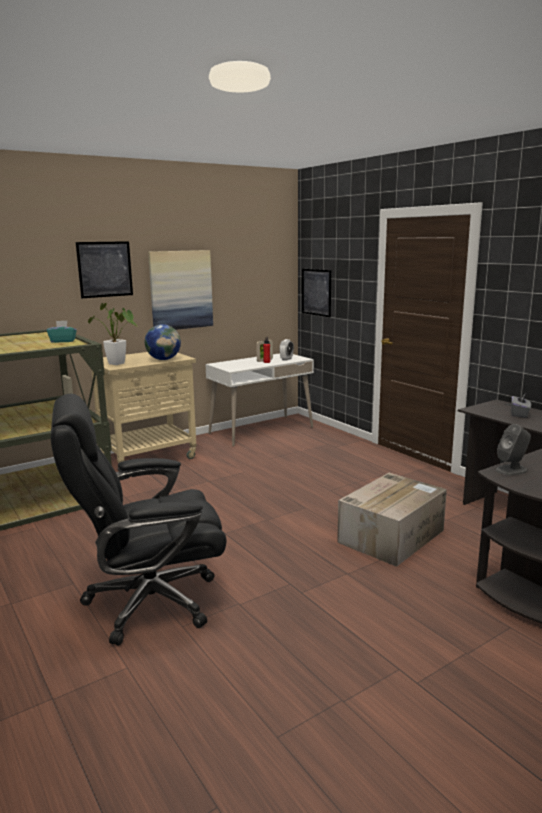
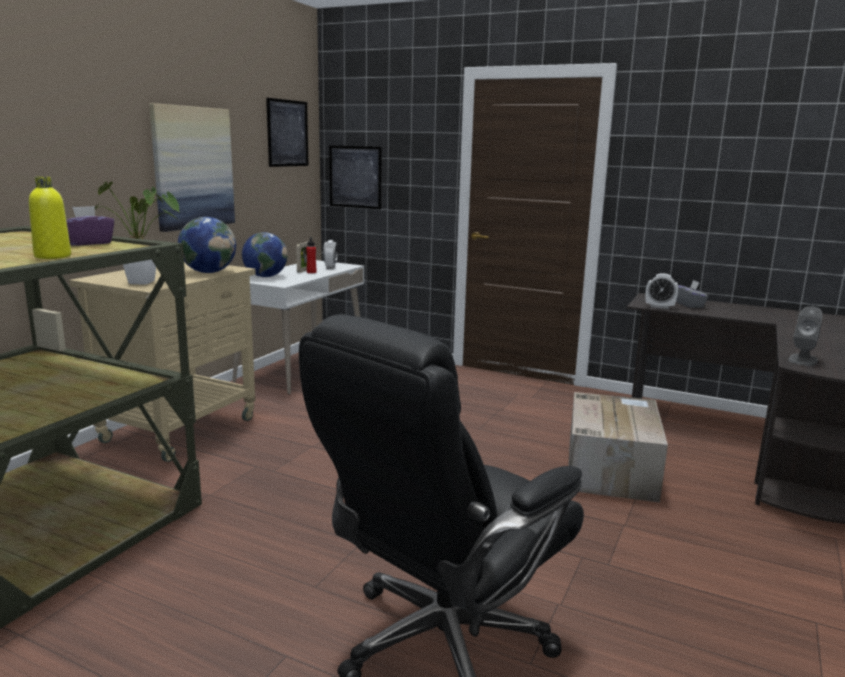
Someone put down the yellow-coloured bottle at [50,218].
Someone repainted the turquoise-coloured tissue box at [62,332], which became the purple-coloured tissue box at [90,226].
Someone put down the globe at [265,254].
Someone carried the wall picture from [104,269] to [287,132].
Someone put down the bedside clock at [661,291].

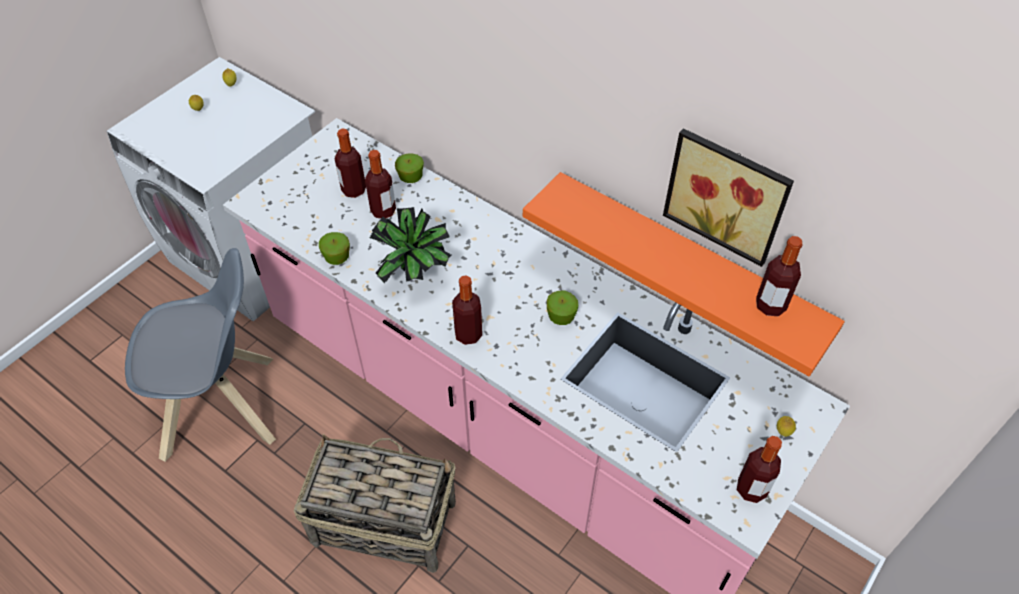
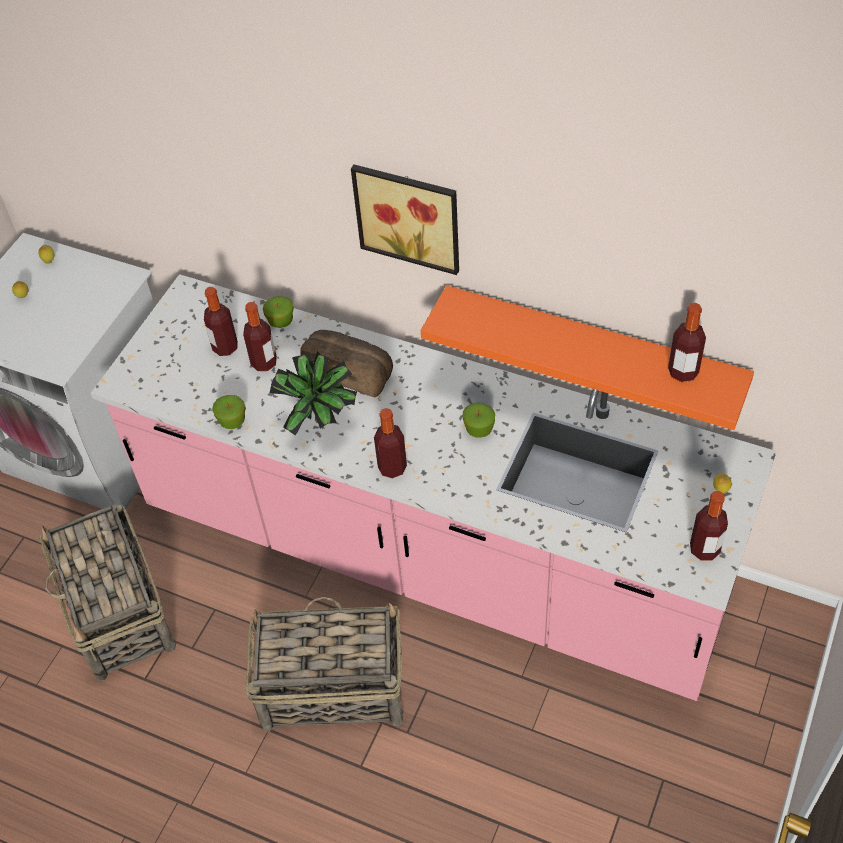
Someone swapped the gray chair at [200,355] for the storage basket at [107,592].
Someone put down the bread at [346,363].
Someone carried the wall picture from [728,197] to [405,219].

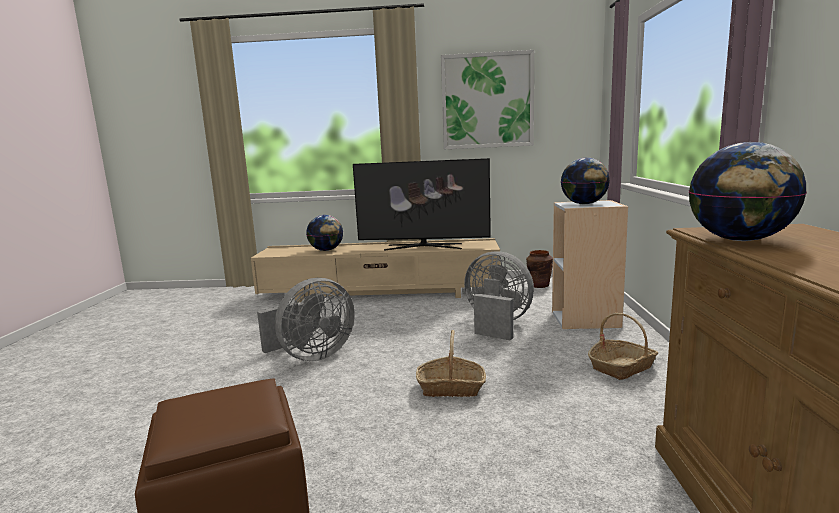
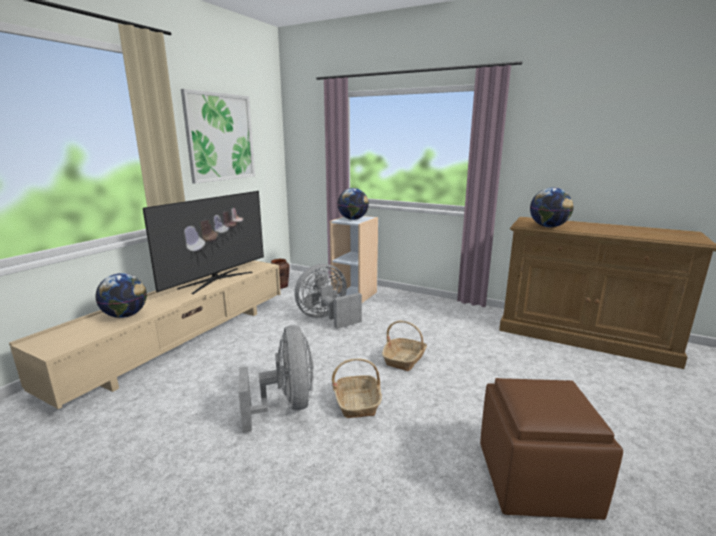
Someone carried the storage basket from [623,346] to [357,388].

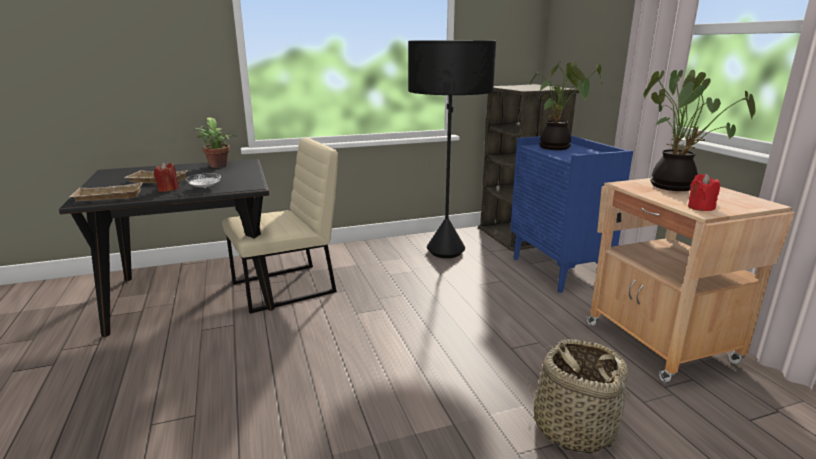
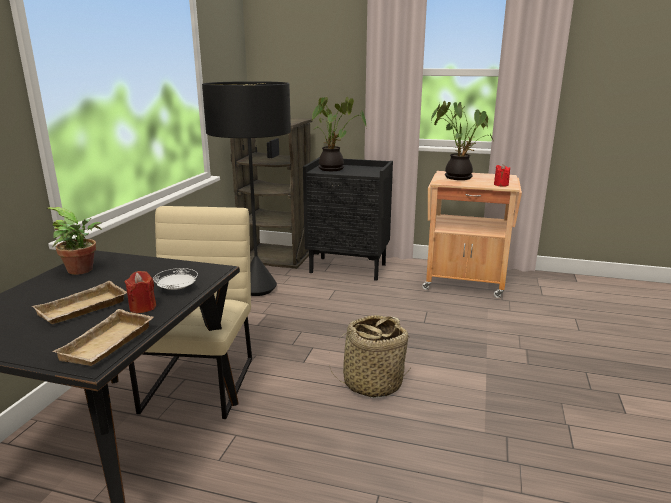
Someone repainted the bluish storage cabinet at [571,214], which became the black storage cabinet at [348,219].
Someone carried the storage basket from [579,396] to [369,356].

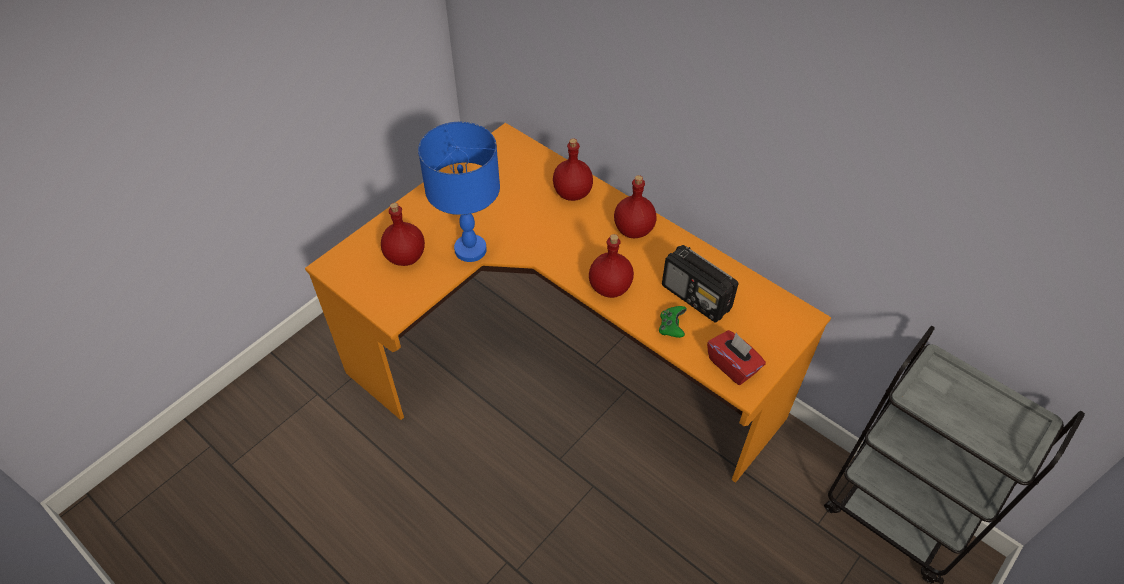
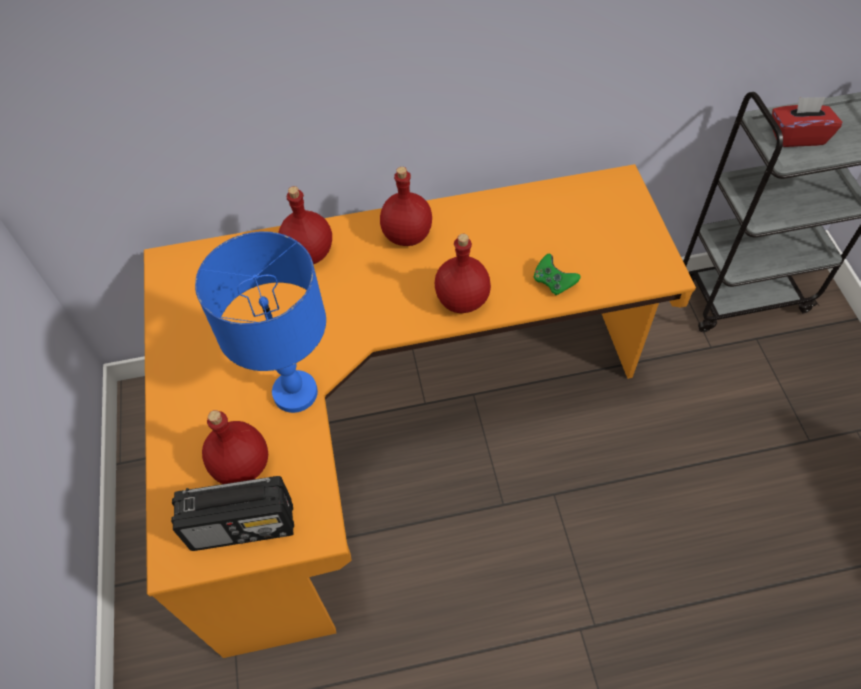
Someone carried the radio set from [700,284] to [232,513].
Someone carried the red-coloured tissue box from [736,357] to [807,122].

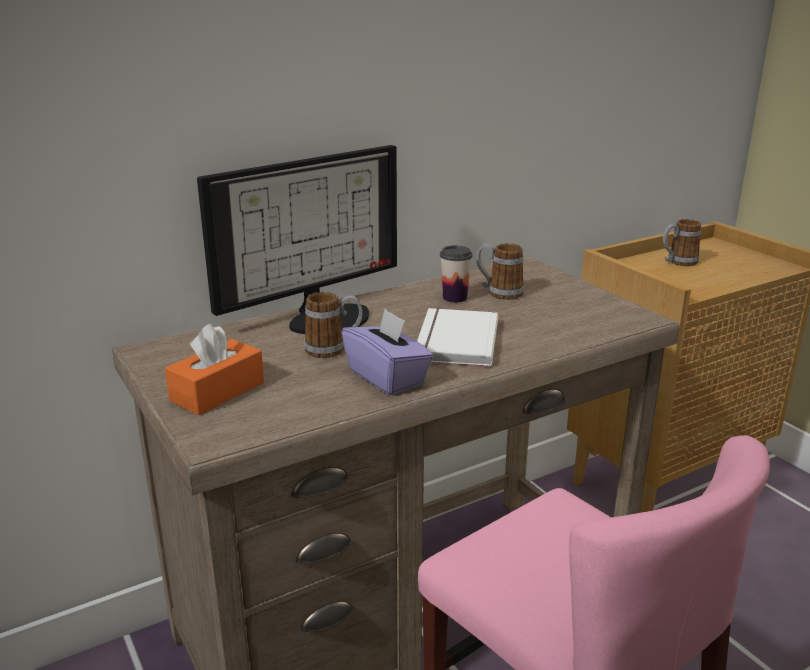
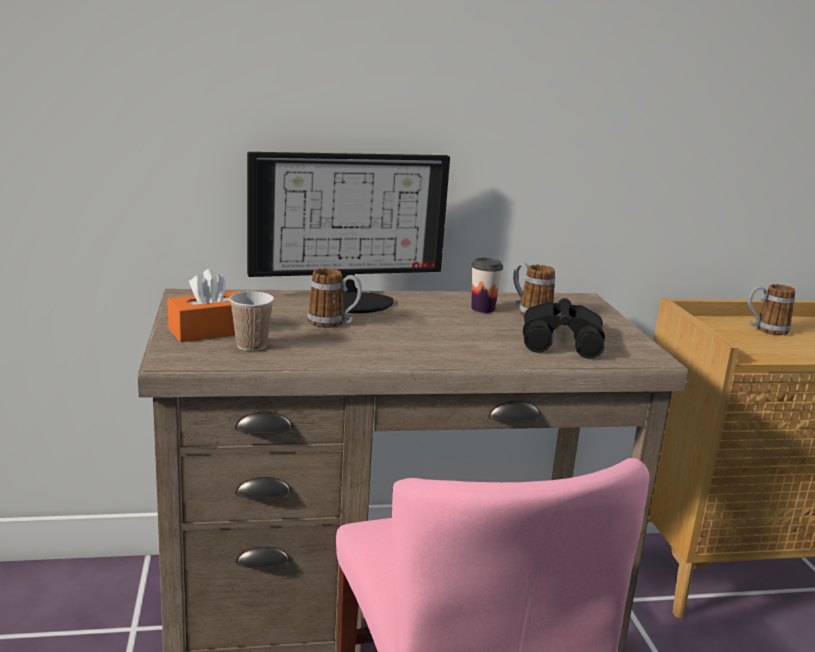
Someone put down the small cup at [251,321].
Someone put down the black field glasses at [564,328].
Someone took away the purple-coloured tissue box at [387,352].
Someone took away the white volume at [457,337].

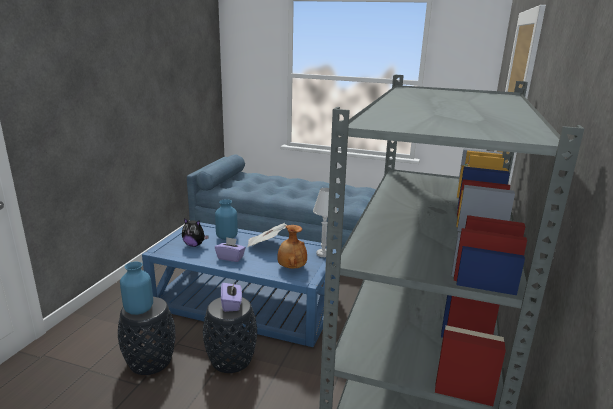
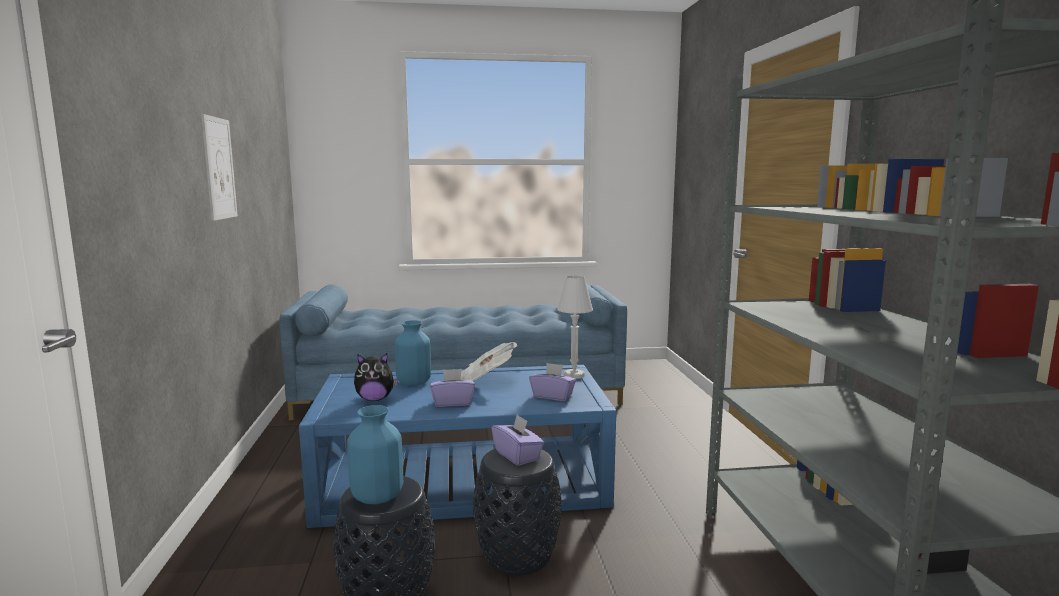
Someone put up the wall picture at [219,167].
Someone swapped the brown flower vase at [292,247] for the purple-coloured tissue box at [552,382].

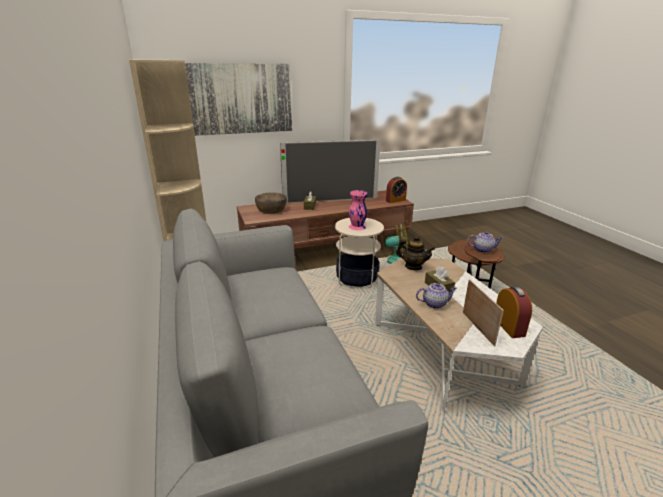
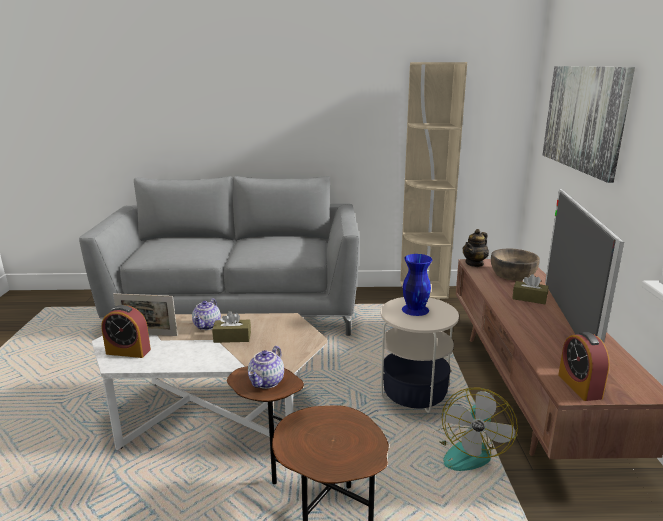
Someone repainted the pink-coloured flower vase at [358,210], which became the bluish flower vase at [417,285].
Someone carried the tea pot from [415,252] to [476,248].

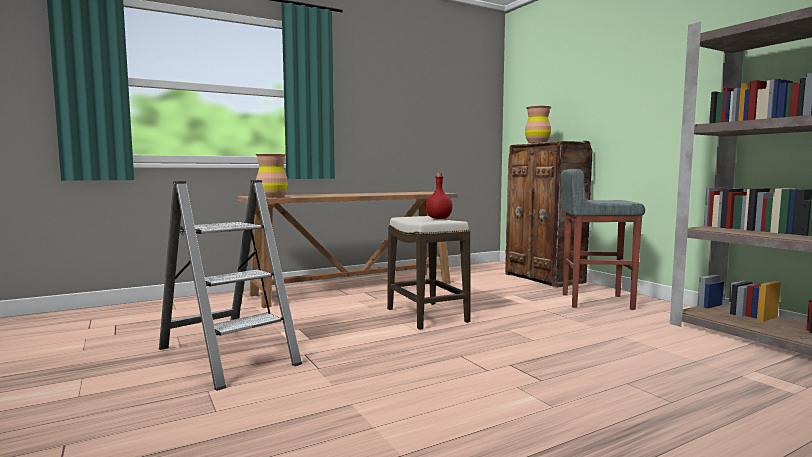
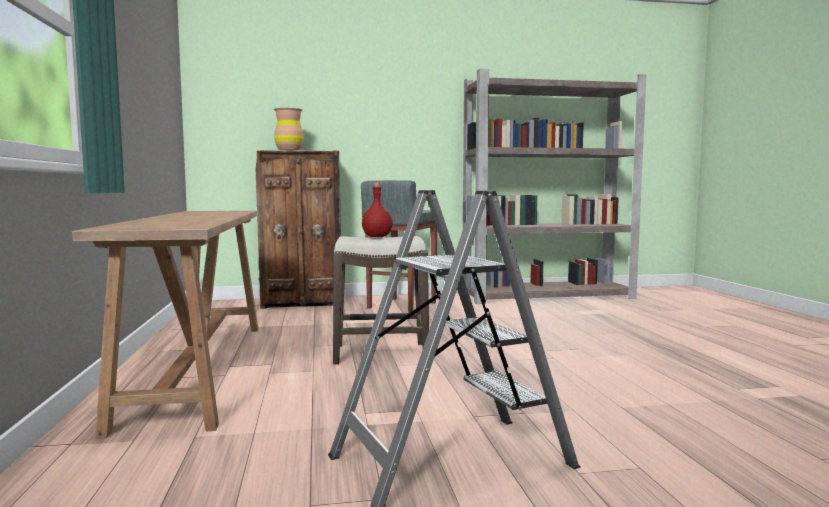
Someone took away the brown flower vase at [271,176].

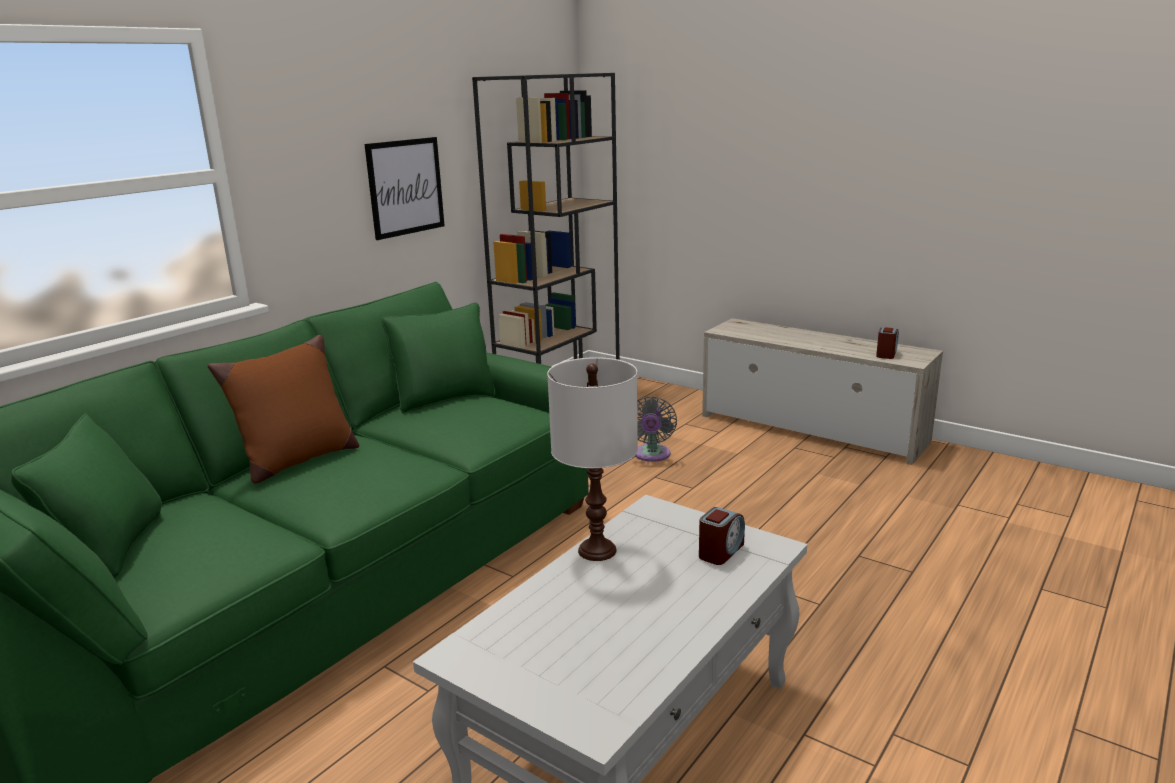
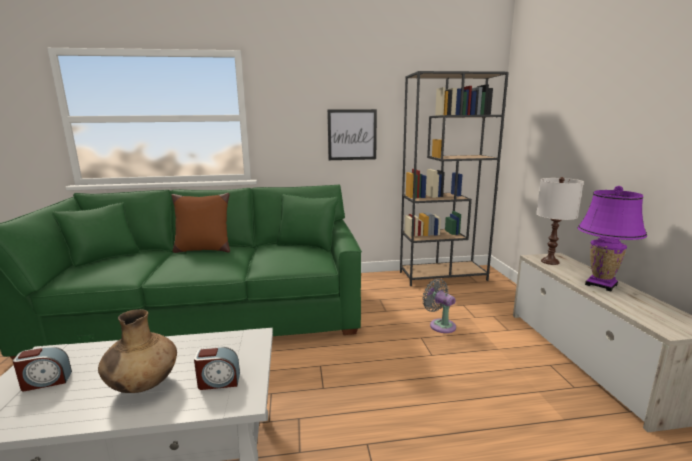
Someone carried the bedside clock from [887,343] to [42,368].
Someone put down the brown flower vase at [137,351].
Someone rotated the gray cooling fan at [656,429] by 90 degrees clockwise.
Someone carried the white tabletop lamp from [592,459] to [560,221].
Someone put down the purple-coloured tabletop lamp at [612,239].

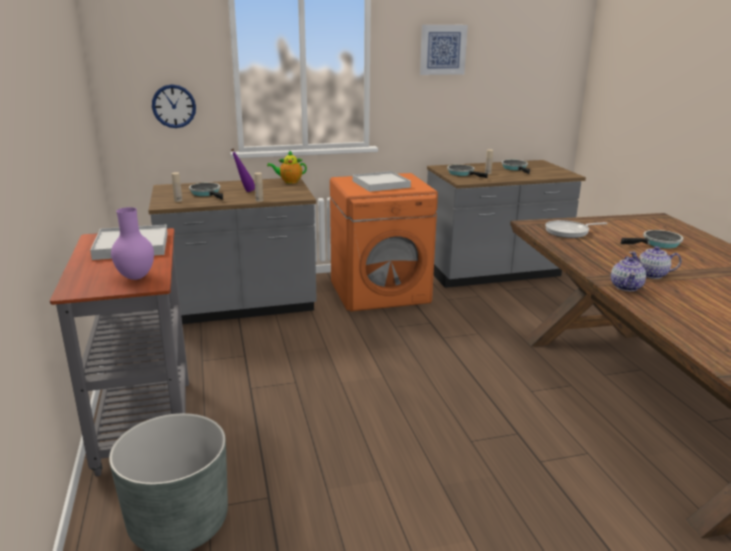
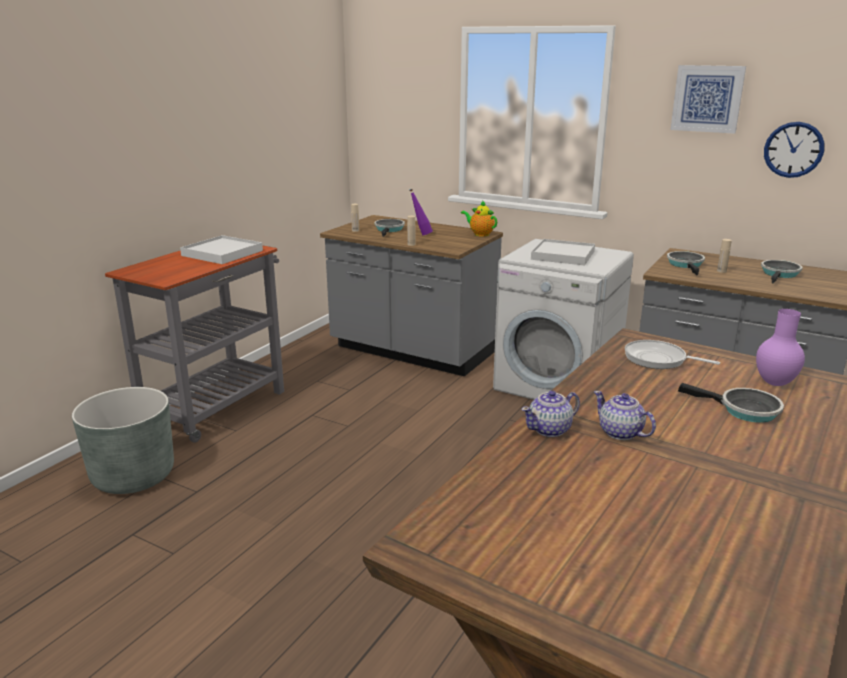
Someone repainted the orangey washing machine at [384,242], which became the white washing machine at [563,319].
Someone carried the purple-coloured flower vase from [132,243] to [780,347].
Someone carried the wall clock from [174,106] to [794,150].

